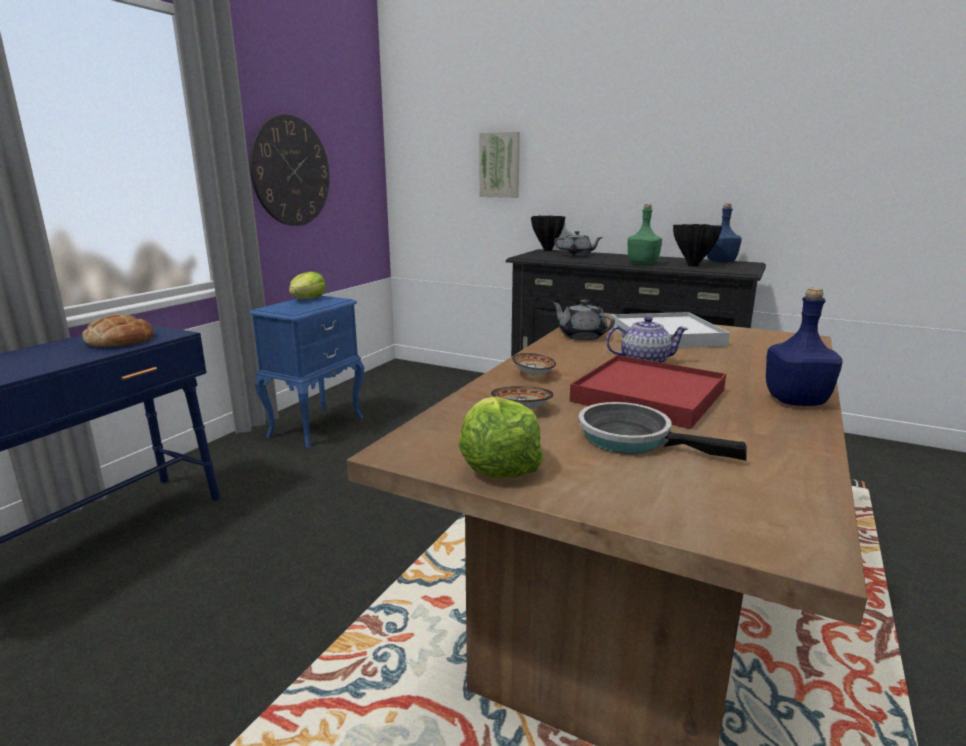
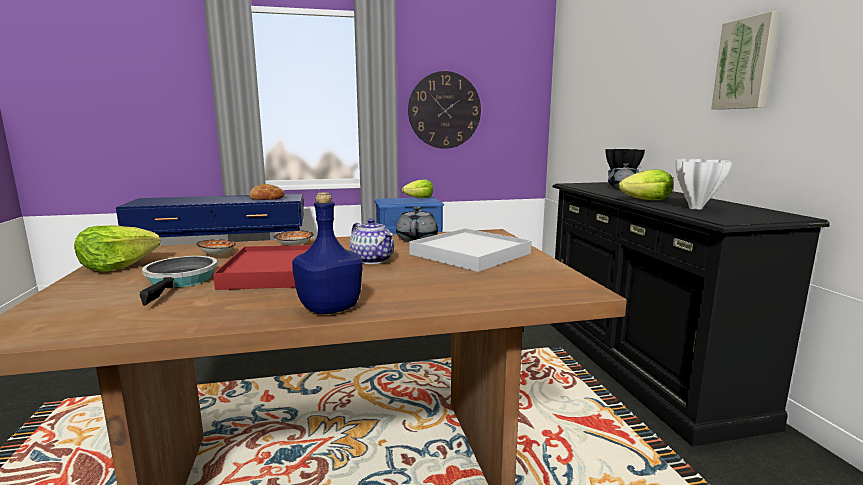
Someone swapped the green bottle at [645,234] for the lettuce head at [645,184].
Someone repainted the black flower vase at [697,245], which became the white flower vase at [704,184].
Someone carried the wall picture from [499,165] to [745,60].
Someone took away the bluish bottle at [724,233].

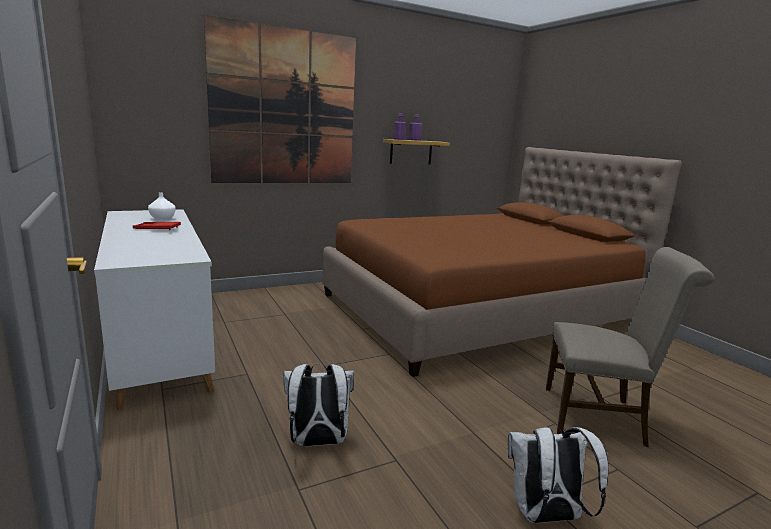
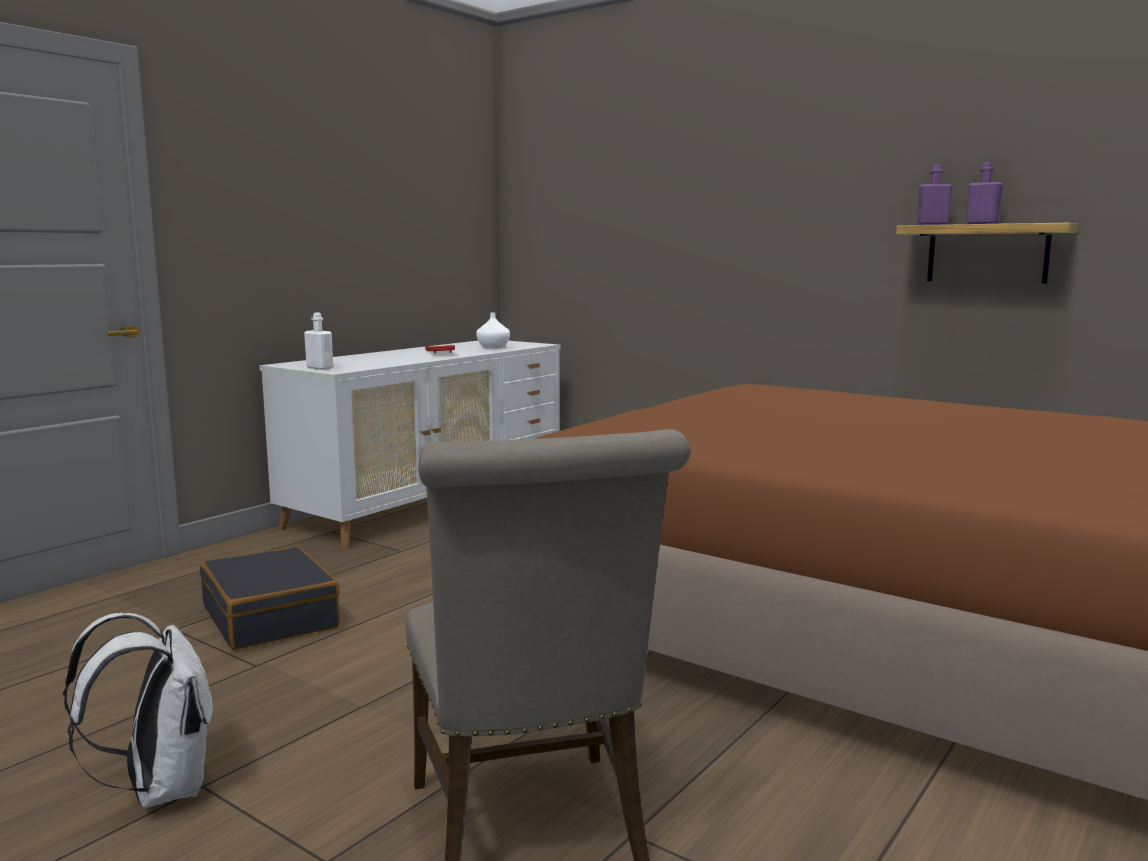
Someone swapped the white knapsack at [318,405] for the black travel case at [270,598].
Someone put down the white bottle at [318,341].
Someone took away the wall picture at [280,99].

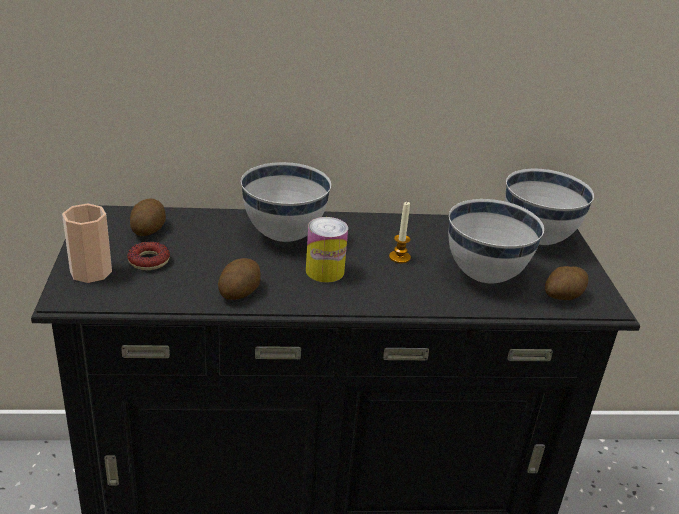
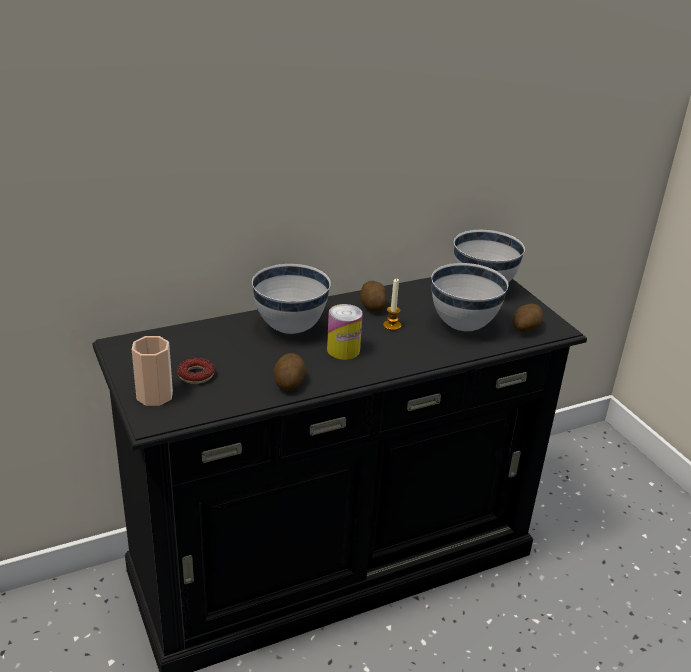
Someone carried the spud from [148,217] to [373,296].

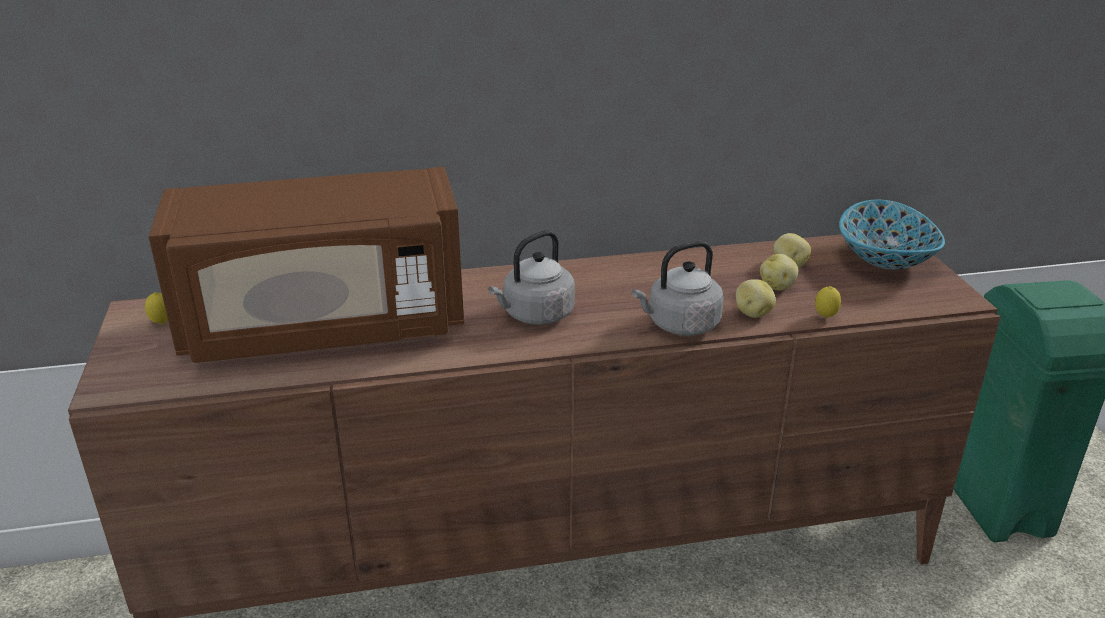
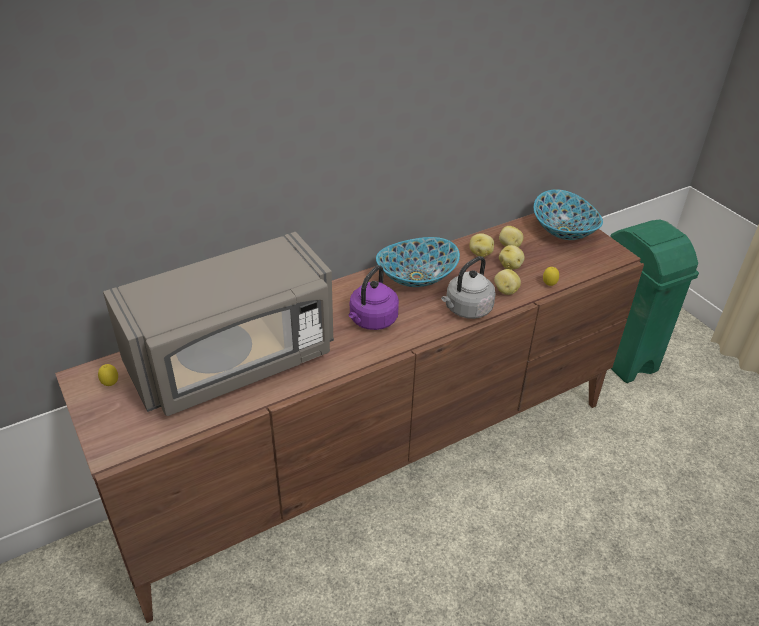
Someone repainted the brown kitchen microwave at [306,265], which became the gray kitchen microwave at [218,324].
Someone repainted the gray water kettle at [531,277], which became the purple-coloured water kettle at [373,297].
Someone put down the serving bowl at [418,262].
Someone put down the spud at [481,245].

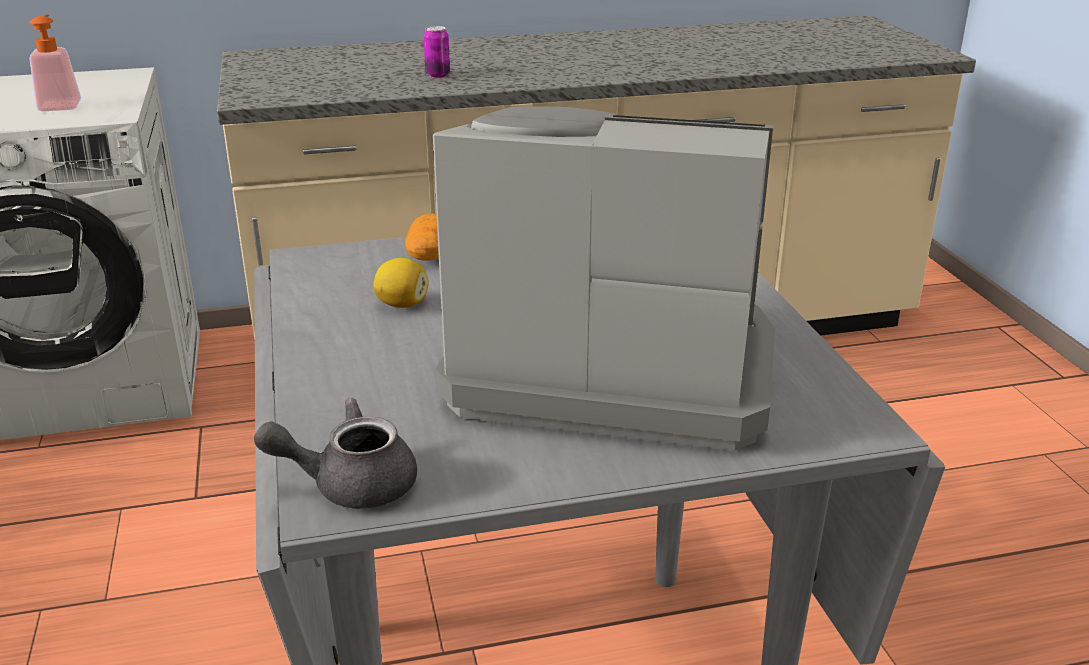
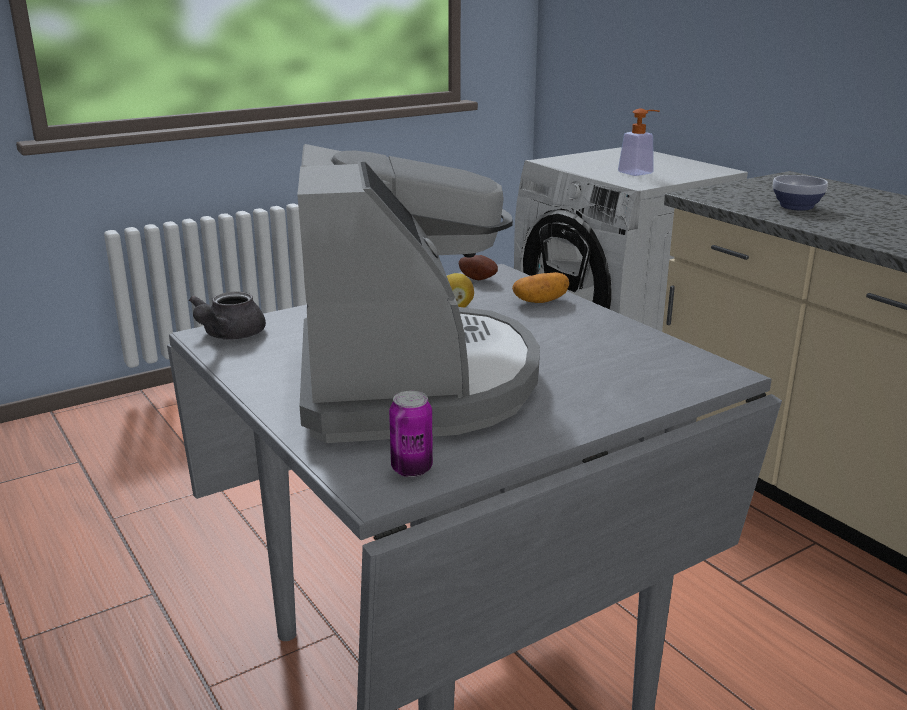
Someone rotated the gray tea pot at [335,453] by 135 degrees counterclockwise.
Someone carried the can from [437,52] to [411,434].
Someone put down the spud at [478,267].
Someone put down the serving bowl at [800,193].

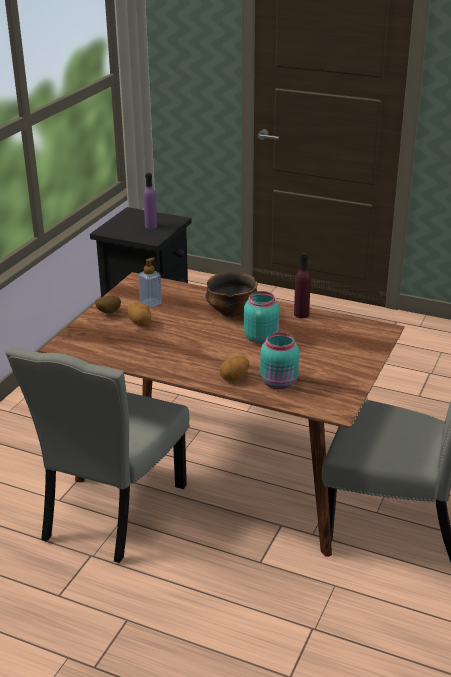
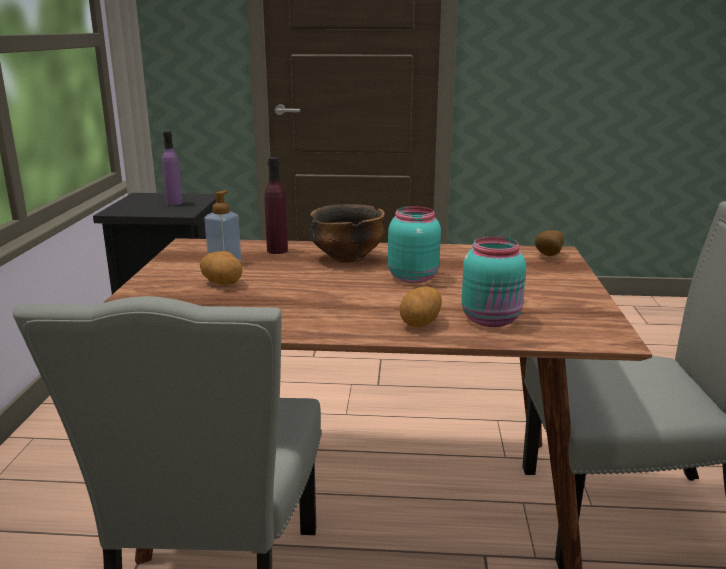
Someone carried the purple-coloured bottle from [302,285] to [276,205].
Someone carried the spud from [108,304] to [549,243].

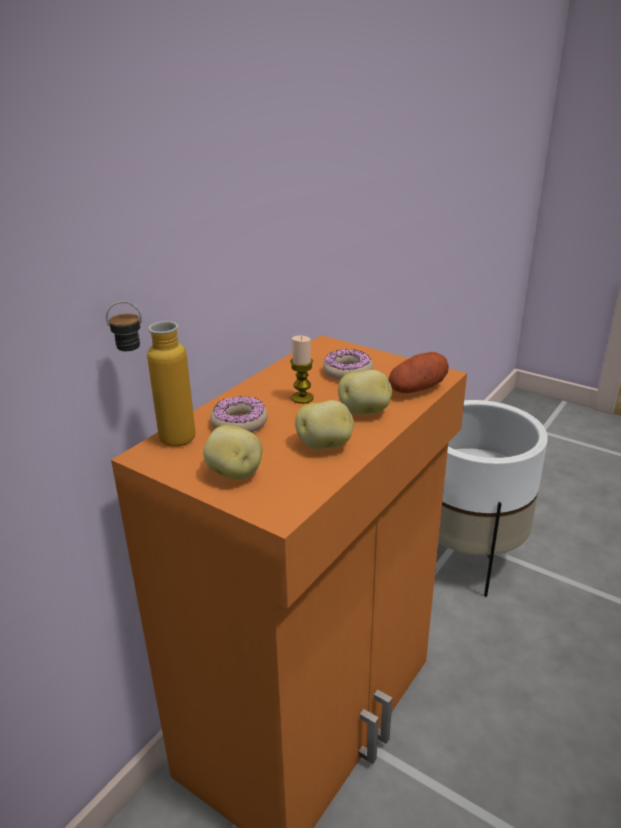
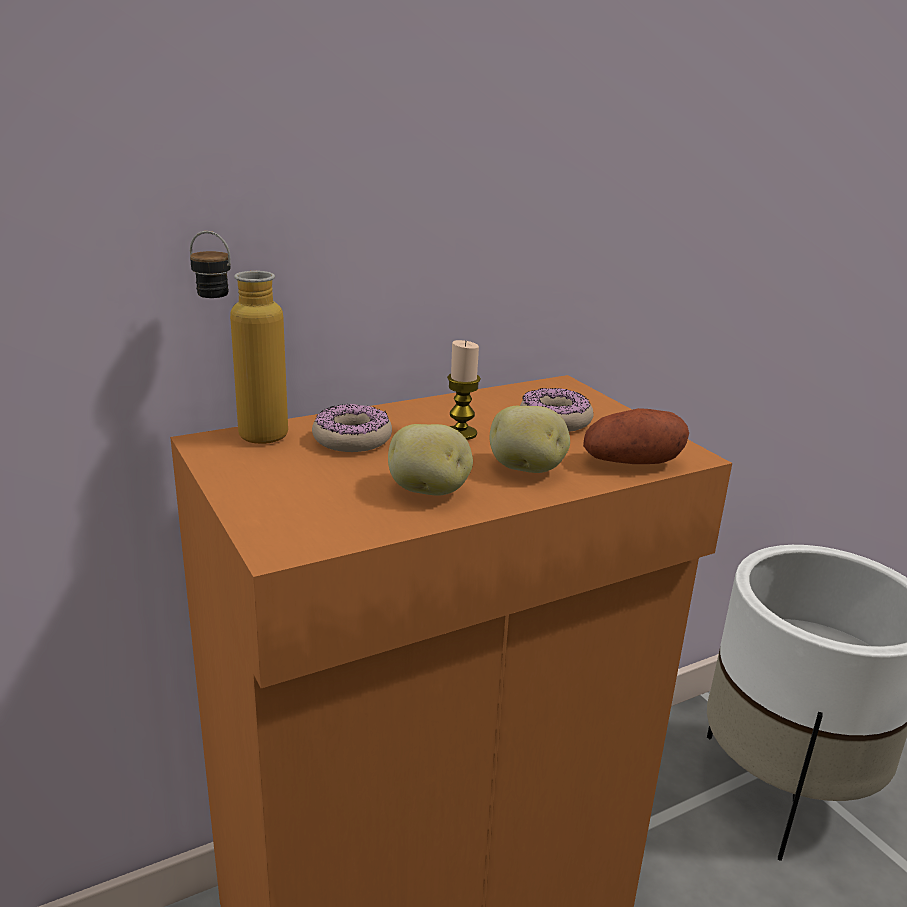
Someone took away the spud at [232,452].

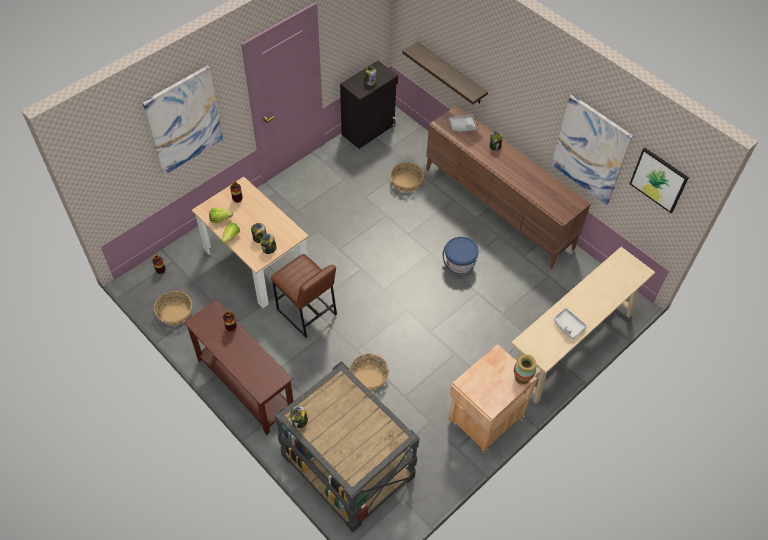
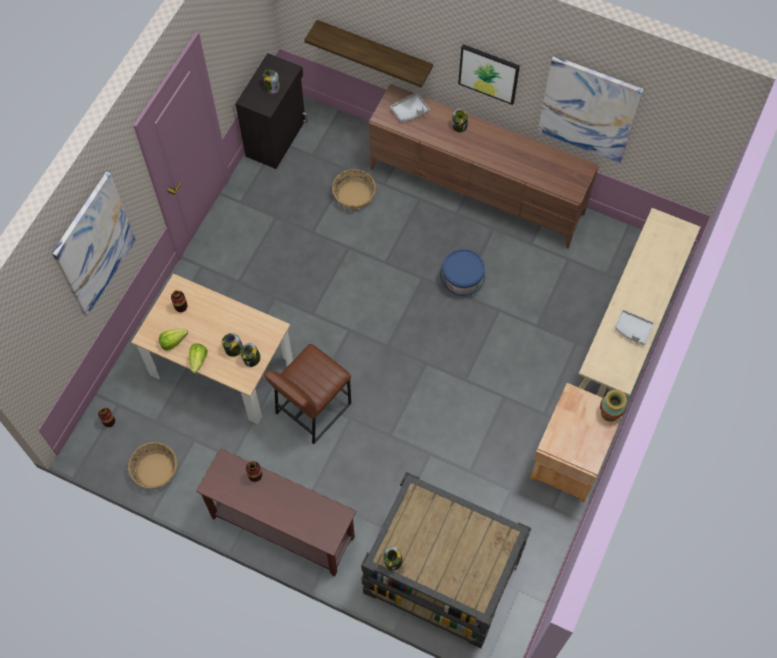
Someone rotated the brown chair at [304,296] by 105 degrees clockwise.
Someone carried the wall picture from [659,180] to [489,74].
Someone took away the storage basket at [369,372].

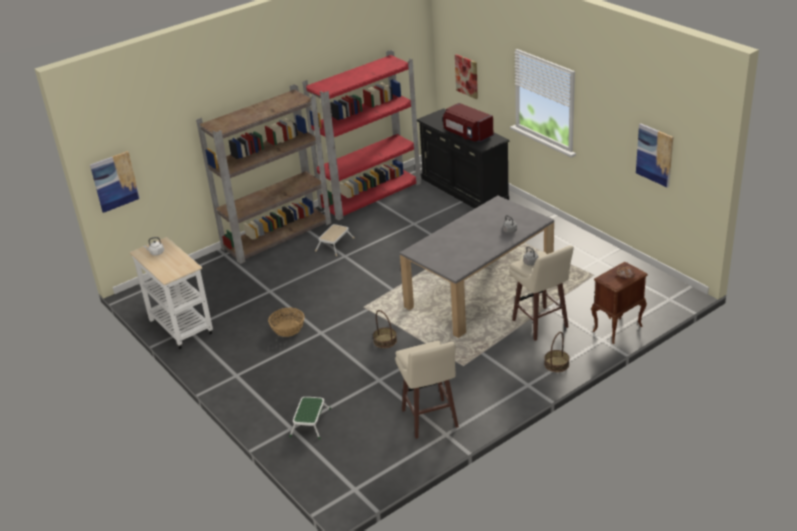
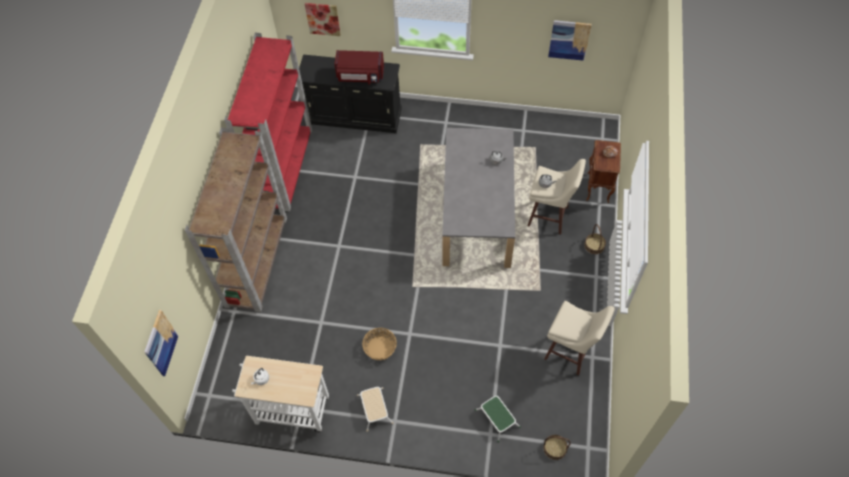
Someone carried the beige-coloured step stool from [334,240] to [375,409].
Someone carried the storage basket from [385,329] to [557,447].

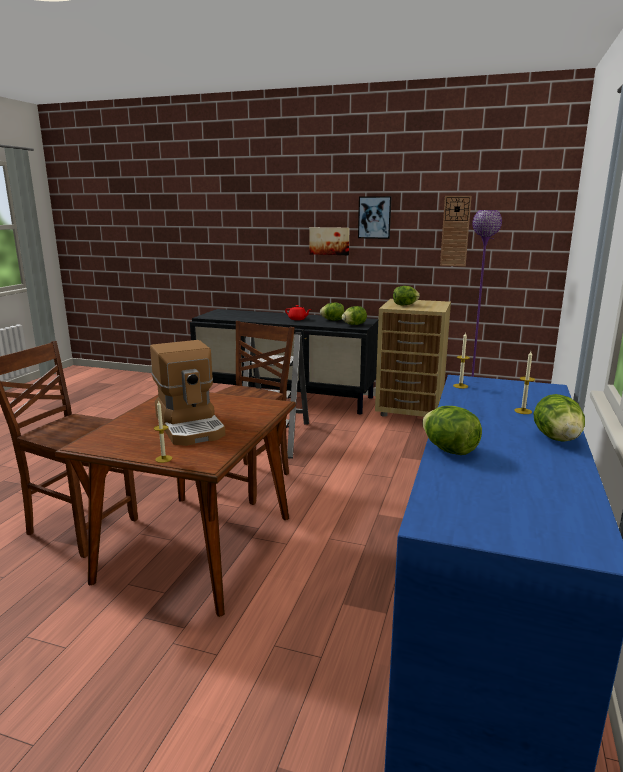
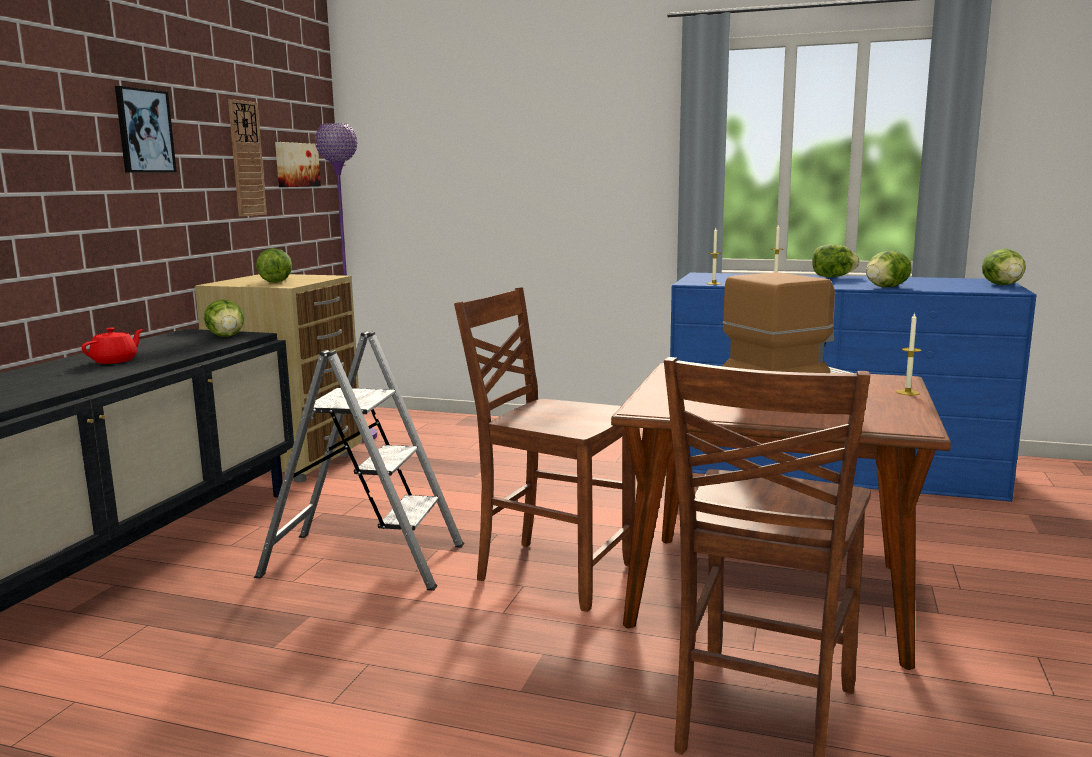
Someone carried the wall picture from [329,241] to [298,164].
Someone carried the lettuce head from [332,312] to [1004,267].

